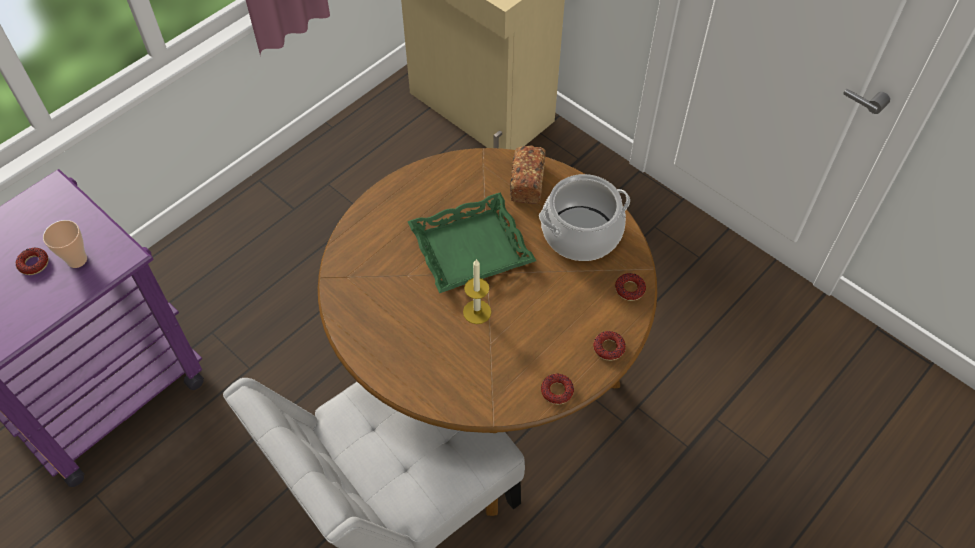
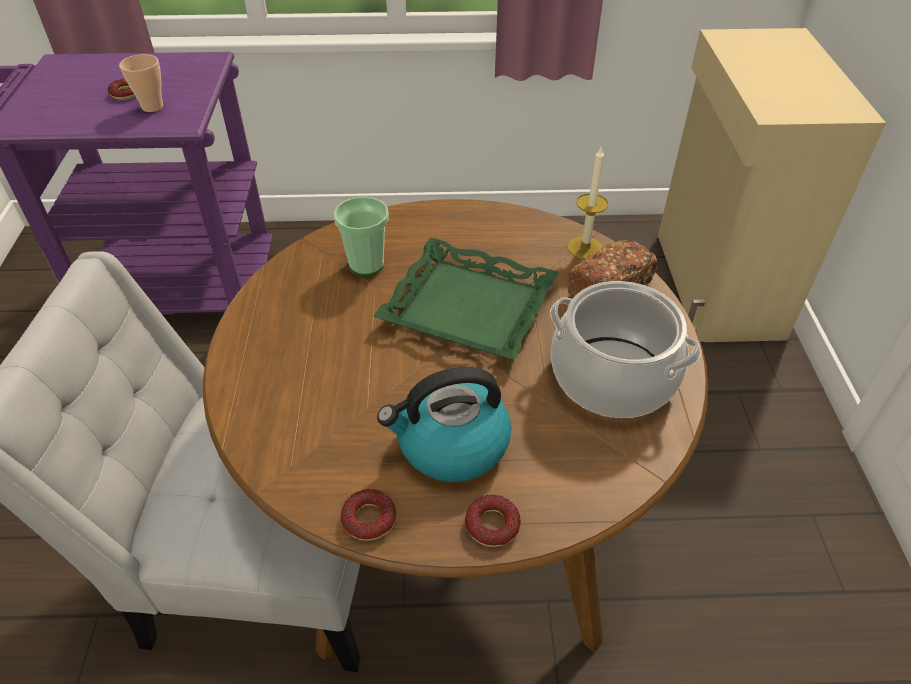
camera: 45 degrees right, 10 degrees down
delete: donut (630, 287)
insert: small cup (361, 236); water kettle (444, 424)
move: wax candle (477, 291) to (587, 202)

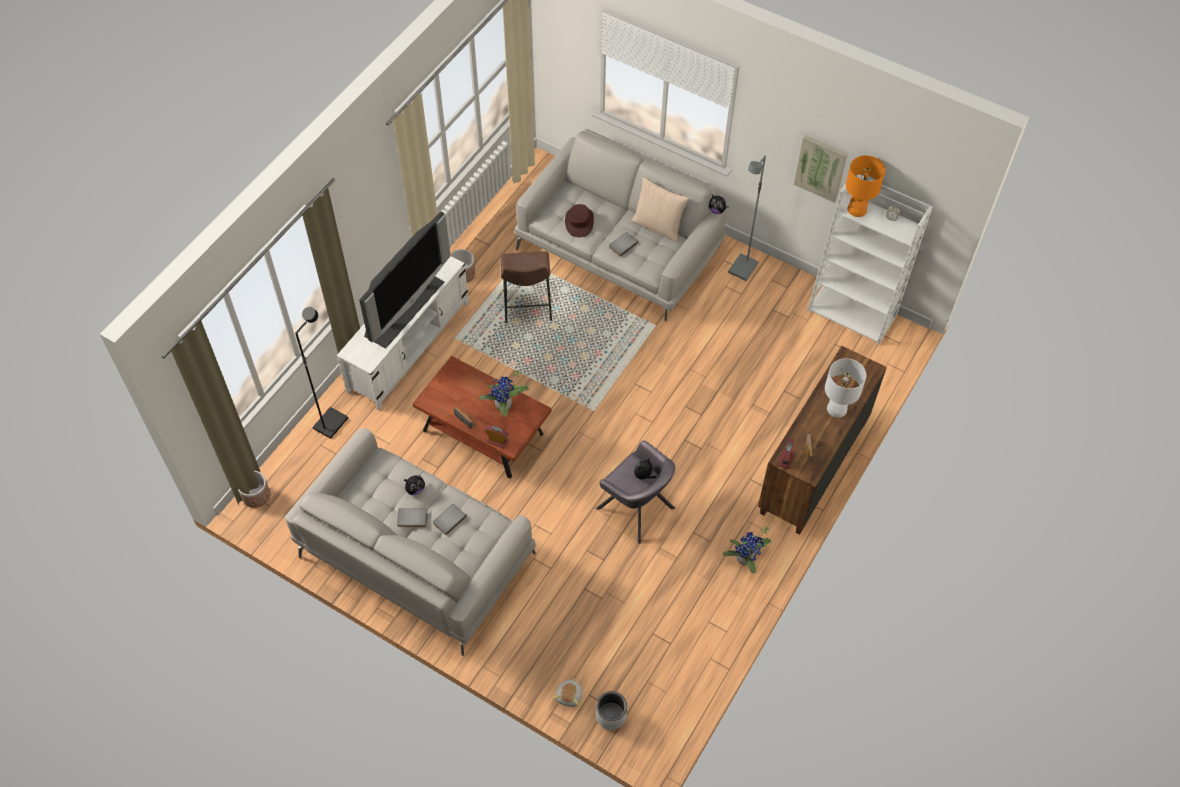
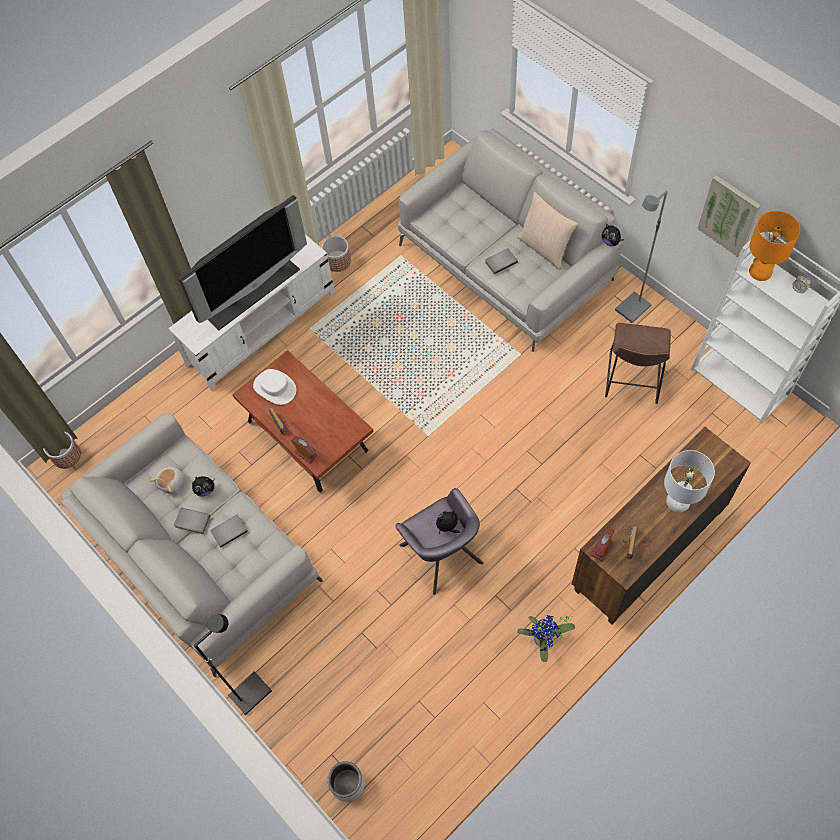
camera: 20 degrees right, 5 degrees up
delete: plant in a pot (504, 393); hat/brownish (579, 220)
insert: hat/white (274, 387)
move: standing lamp/black (321, 373) to (233, 664); stool seat/brownish (526, 287) to (638, 363); cuddly toy (568, 692) to (167, 480)

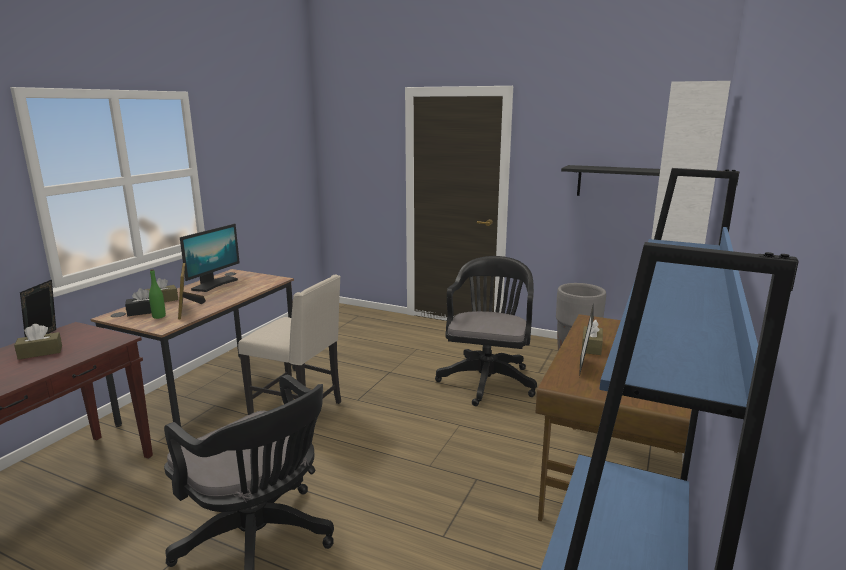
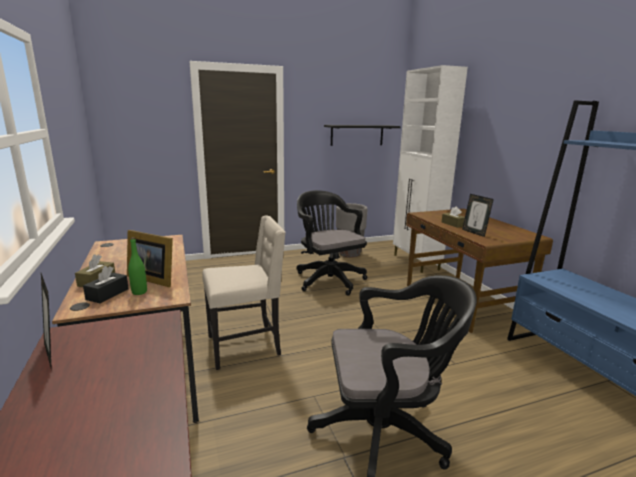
camera: 45 degrees left, 0 degrees up
delete: box of tissues/brownish (38, 342); monitor (210, 258)

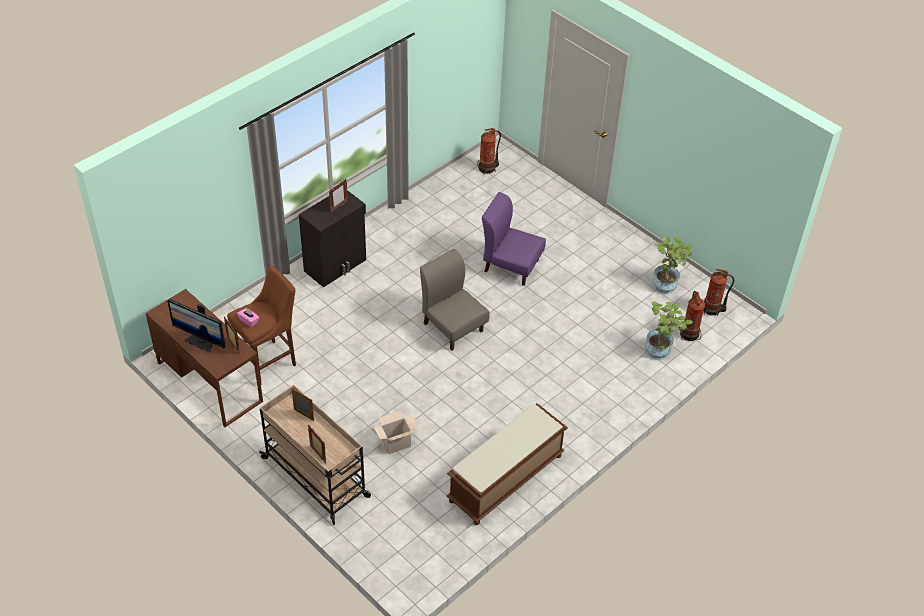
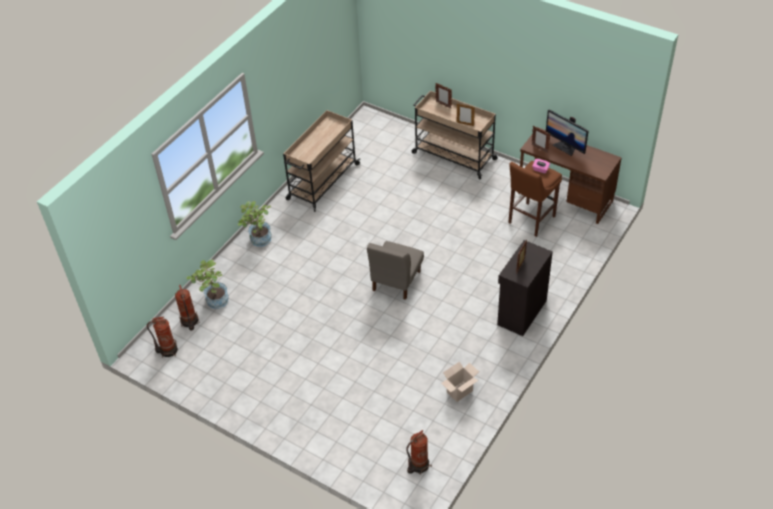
camera: 170 degrees right, 0 degrees up
delete: chair/purplish (514, 239)
move: carton (396, 432) to (460, 381); plant in a pot (672, 265) to (255, 224)
replace: bench/brownish (507, 464) to cart/beige (322, 161)
rotate: monitor (196, 325) = (567, 133) 150 degrees counterclockwise; chair/grey (454, 299) = (395, 270) 75 degrees clockwise

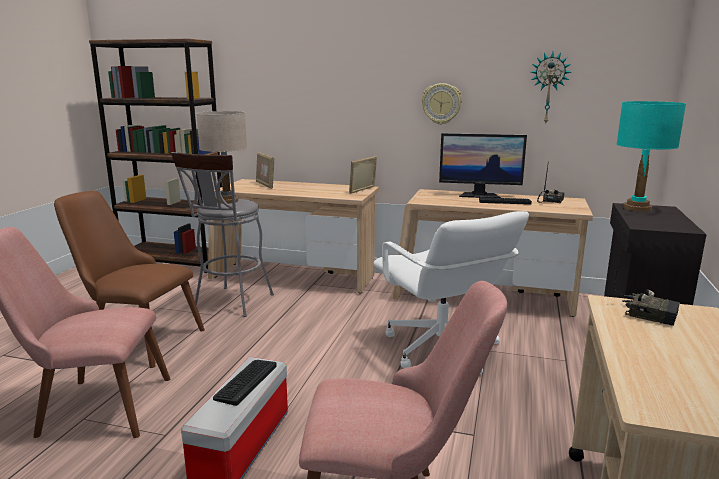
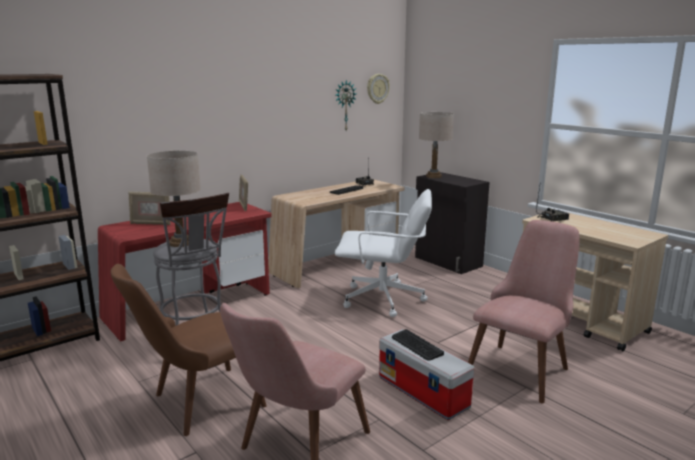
camera: 55 degrees left, 0 degrees up
delete: monitor (483, 165)
move: hanging clock (442, 104) to (378, 89)
recolor: desk table/beige (293, 236) to desk table/red (185, 272); table lamp/turquoise (651, 156) to table lamp/beige (436, 145)

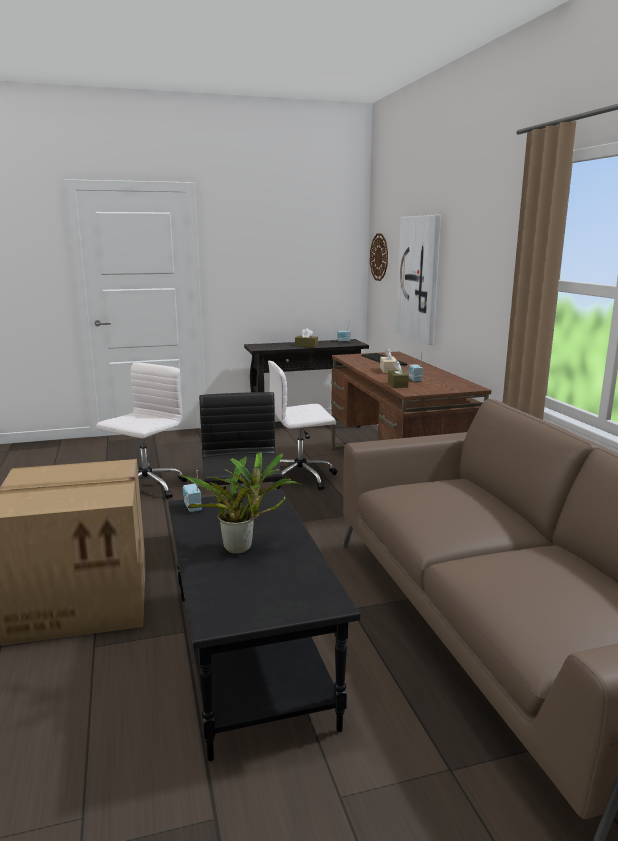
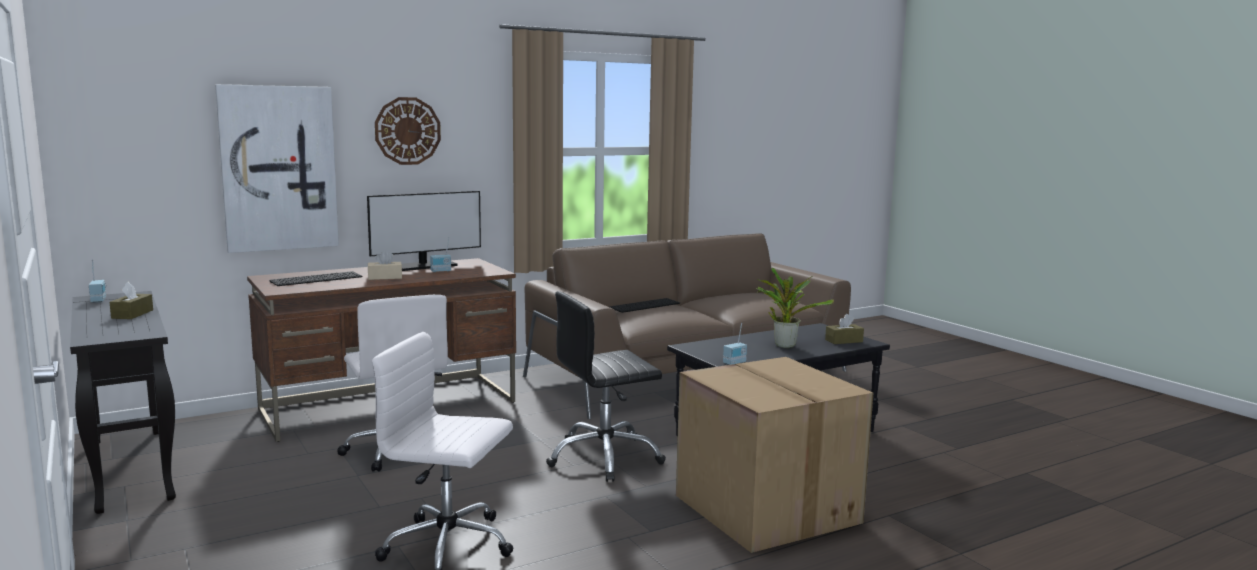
camera: 105 degrees left, 5 degrees down
insert: monitor (424, 231); PC keyboard (644, 305)
move: hanging clock (379, 257) to (408, 131); box of tissues/brownish (398, 374) to (844, 329)

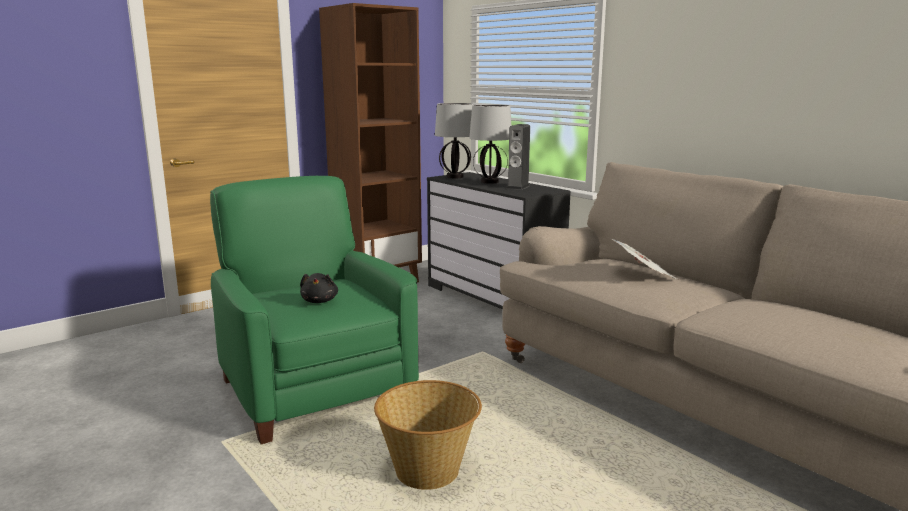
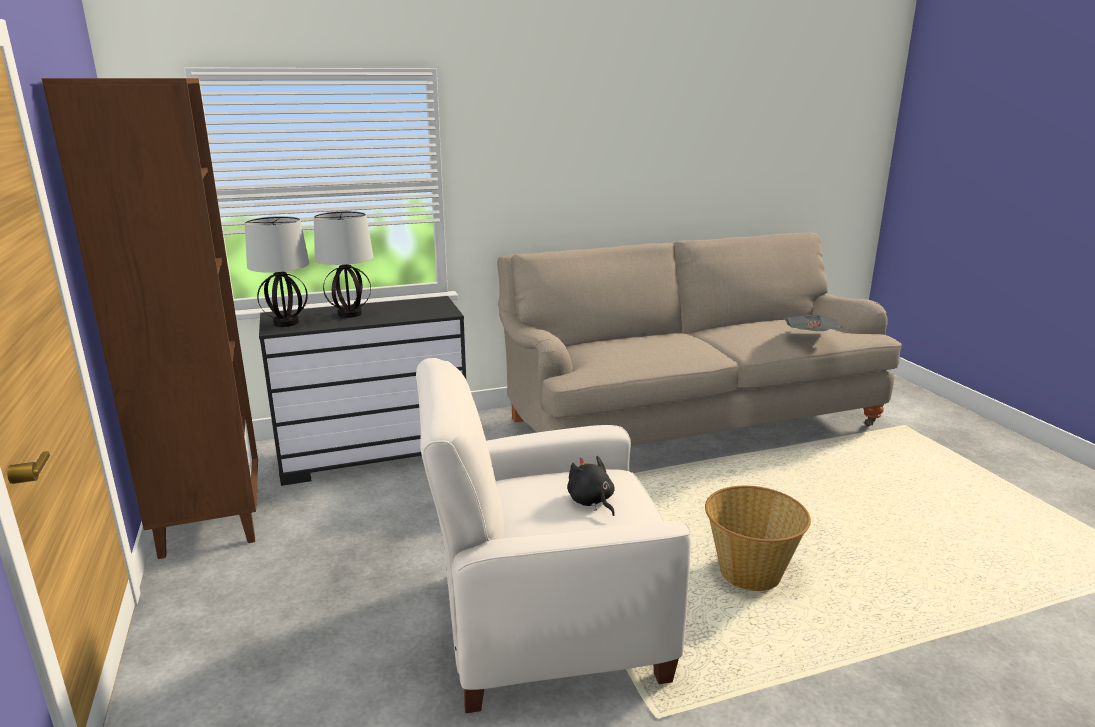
camera: 70 degrees left, 5 degrees up
delete: speaker (518, 157)
move: daily paper (644, 259) to (813, 323)
recolor: easy chair/greenish (314, 310) to easy chair/white (553, 535)
rotate: cuddly toy/black (319, 288) = (591, 486) 135 degrees counterclockwise

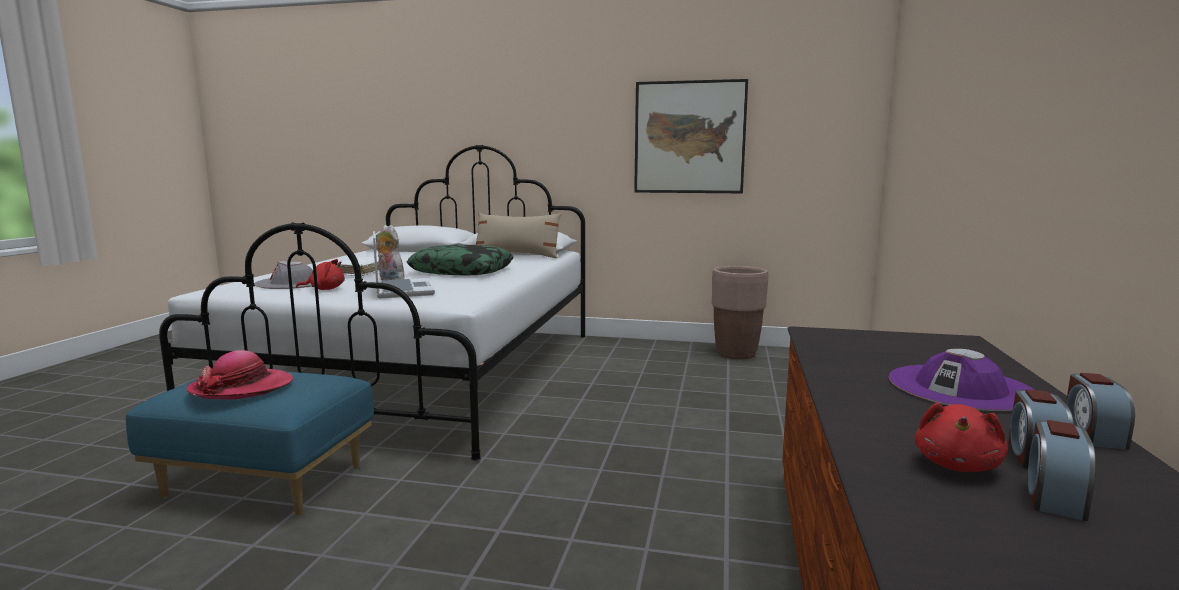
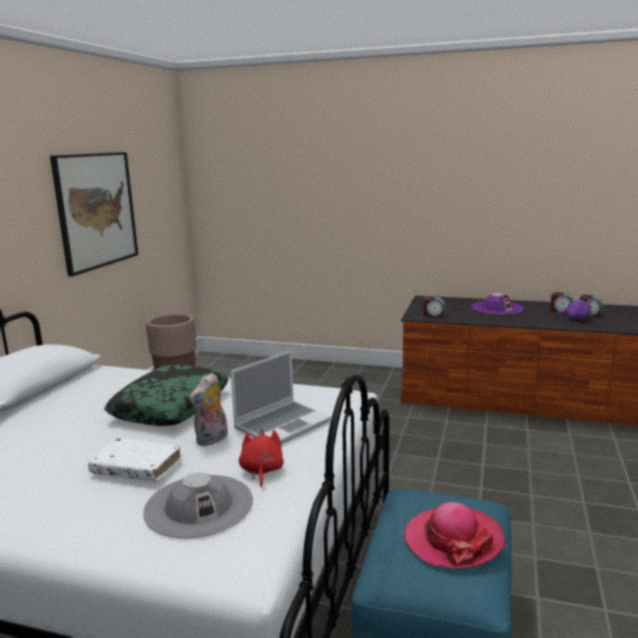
camera: 85 degrees left, 5 degrees up
delete: throw pillow/beige (518, 235)
move: bedside clock (1100, 411) to (434, 306)
recolor: cuddly toy/red (961, 437) to cuddly toy/purplish (573, 309)
rotate: portable computer (404, 265) = (280, 397) 150 degrees clockwise

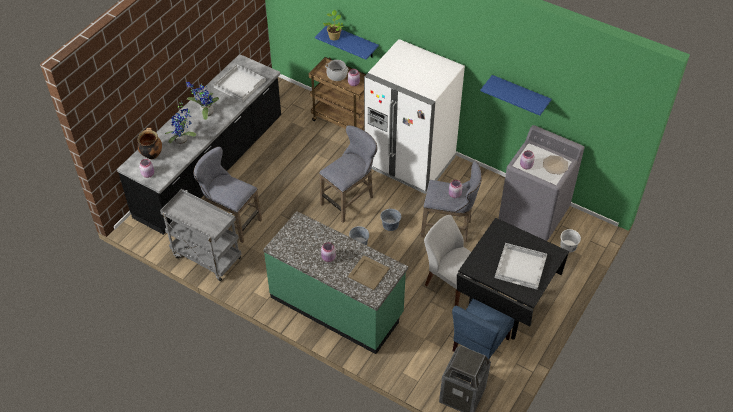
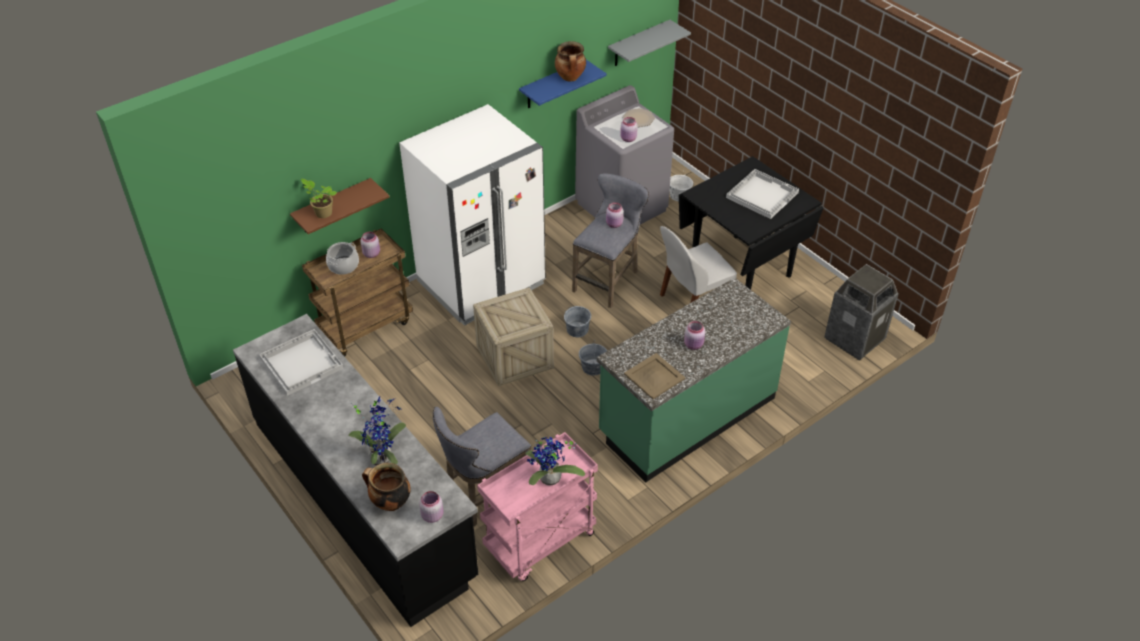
camera: 70 degrees left, 5 degrees down
delete: chair/blue-coloured (483, 329)
insert: cooking pot (570, 61); wall shelf/grey (649, 43)
move: plant in a pot (202, 101) to (555, 461); serving tray/beige (369, 272) to (654, 376)
replace: stool seat/grey (348, 174) to shipping crate (513, 336)
recolor: cart/grey (201, 235) to cart/pink (537, 506); wall shelf/blue-coloured (347, 43) to wall shelf/brownish (340, 206)

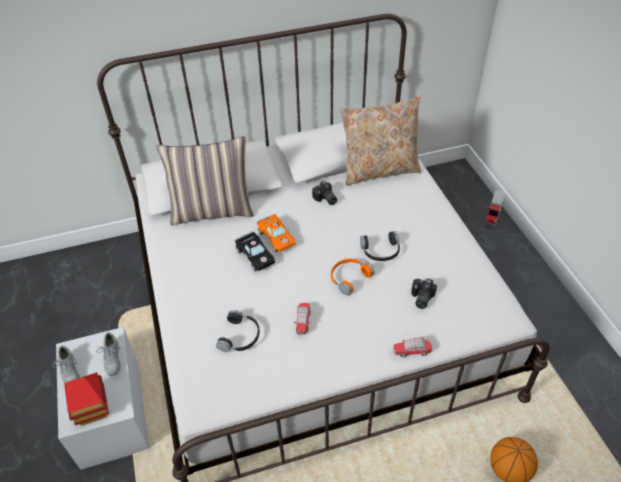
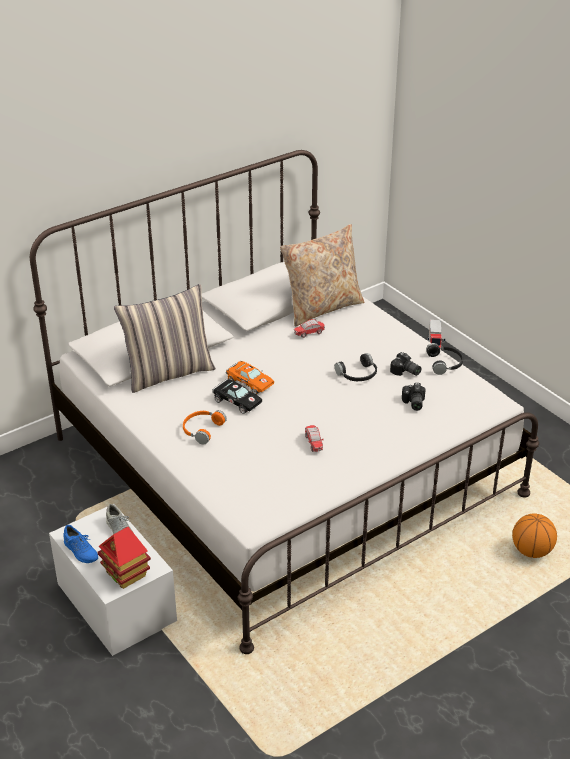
camera: 20 degrees left, 10 degrees down
move: pair of headphones/black (238, 331) to (444, 359); photo camera (324, 193) to (405, 364); pair of headphones/orangey (353, 277) to (205, 427); miniature car (412, 347) to (309, 328)
recolor: low shoe/grey (66, 364) to low shoe/blue-coloured (81, 544)

